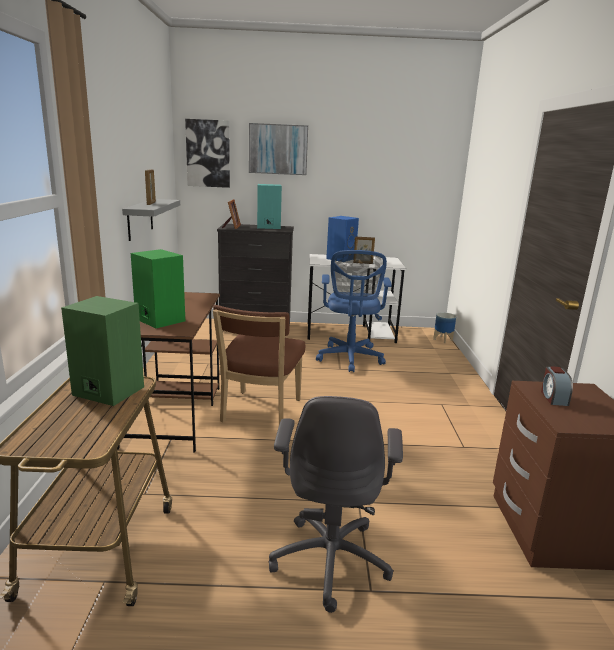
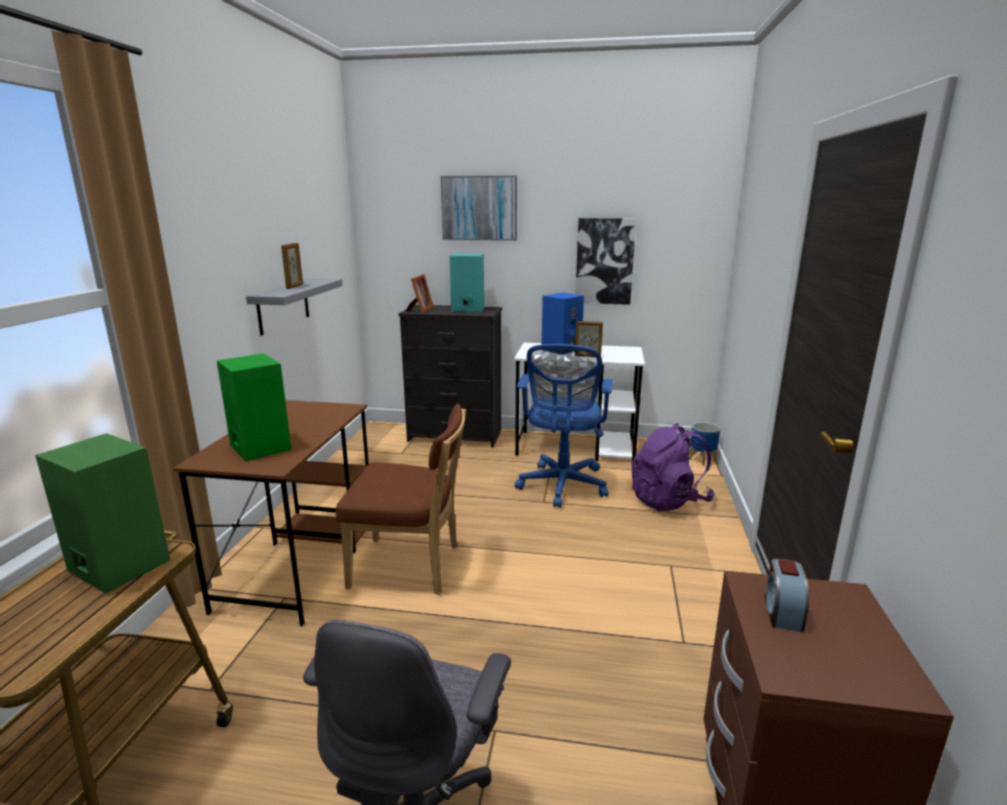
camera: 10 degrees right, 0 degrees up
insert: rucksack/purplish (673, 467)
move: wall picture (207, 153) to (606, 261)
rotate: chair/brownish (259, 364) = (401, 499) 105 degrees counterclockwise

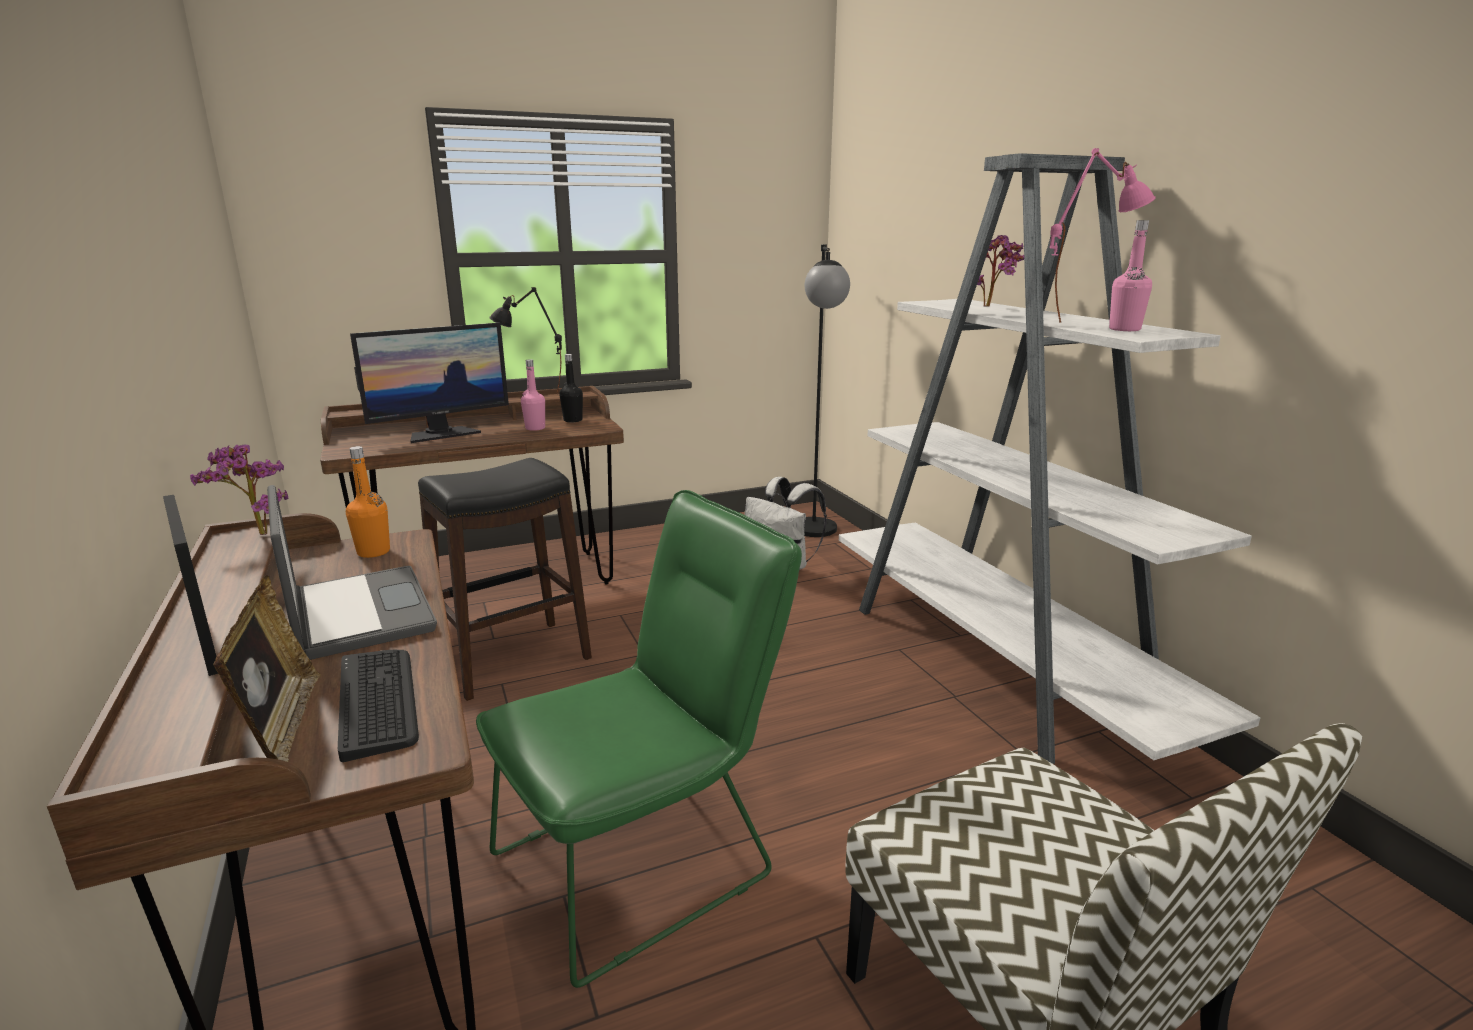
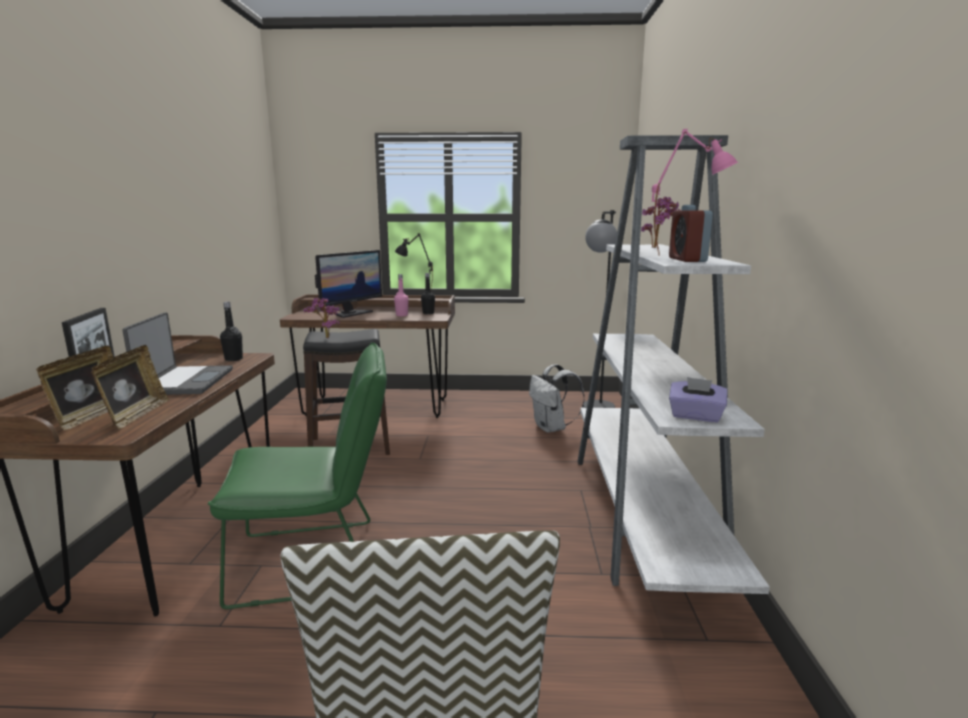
camera: 25 degrees right, 5 degrees down
insert: box of tissues/purplish (698, 400)
move: plant in a pot (239, 489) to (321, 318)
replace: PC keyboard (378, 706) to photo frame (130, 387); beverage bottle/pink (1130, 275) to bedside clock (691, 233)
recolor: beverage bottle/orangey (368, 502) to beverage bottle/black (231, 331)
rotate: monitor (429, 383) = (348, 284) 45 degrees counterclockwise

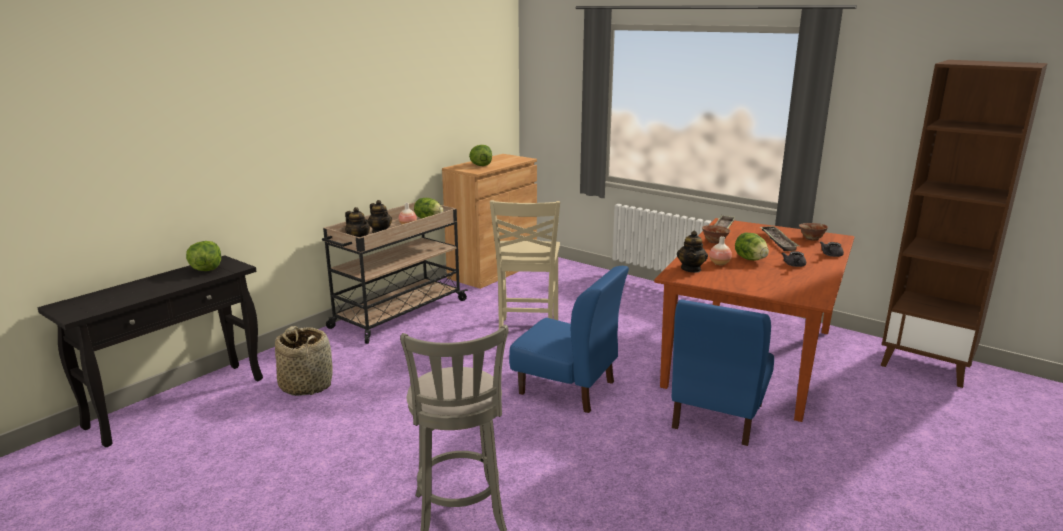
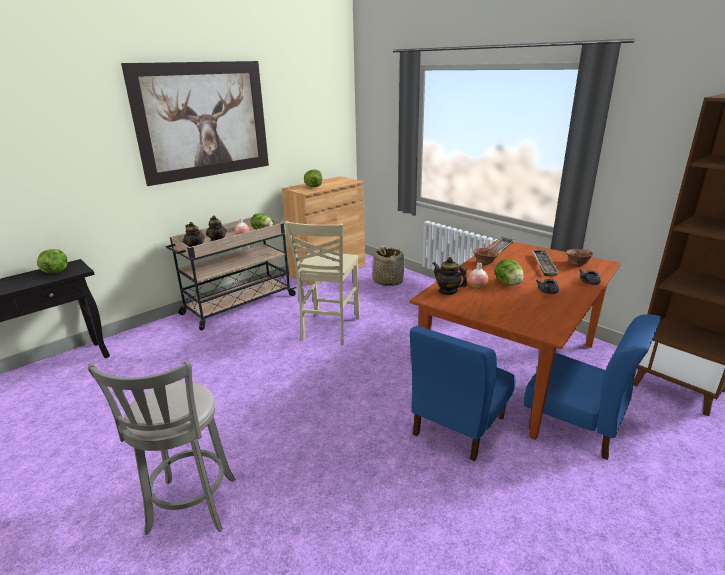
camera: 10 degrees right, 5 degrees up
insert: wall picture (195, 123)
move: storage basket (304, 361) to (389, 266); chair/blue-coloured (569, 339) to (593, 387)
rotate: pot for tea (692, 252) = (450, 276) 105 degrees clockwise

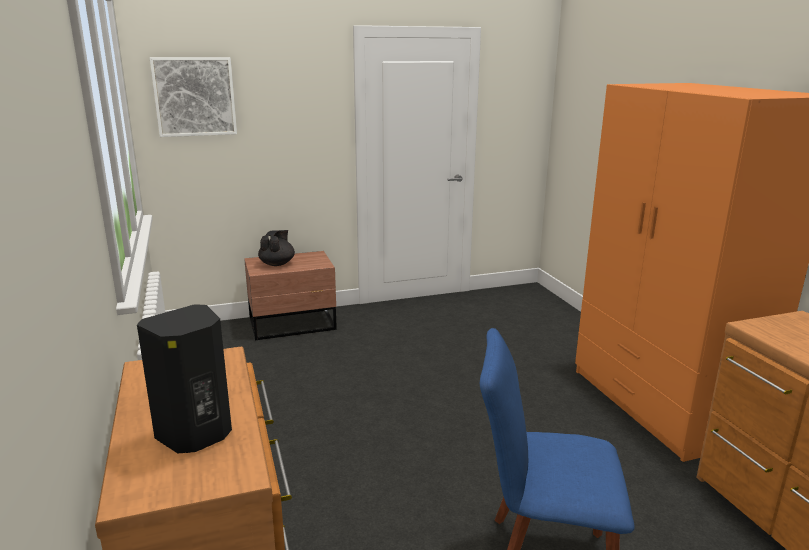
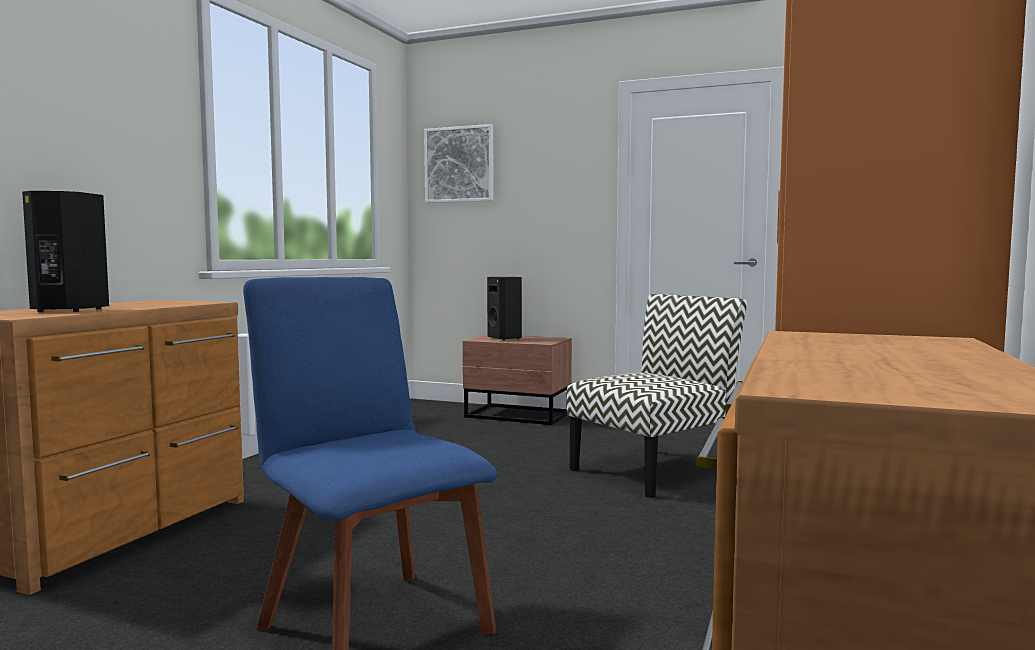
camera: 40 degrees right, 15 degrees down
insert: chair (656, 396)
replace: pot for tea/black (276, 248) to speaker/black (504, 309)

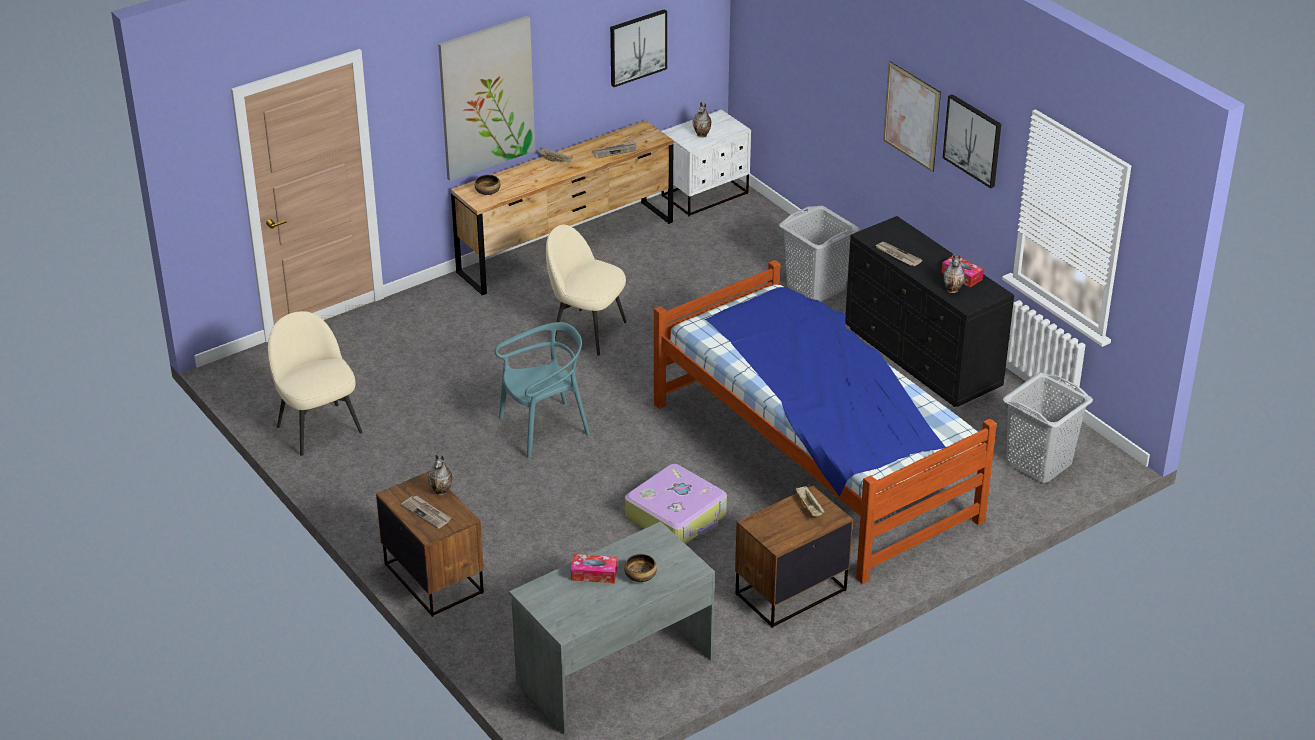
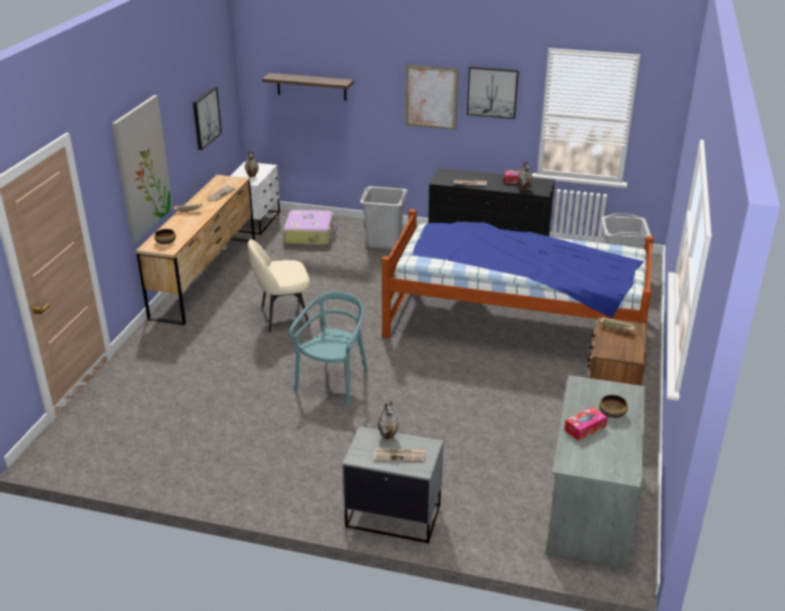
camera: 40 degrees left, 5 degrees down
delete: chair/beige (315, 383)
insert: wall shelf (308, 87)
move: piece of luggage (676, 504) to (310, 227)
recolor: nightstand/brownish (430, 544) to nightstand/grey (393, 485)

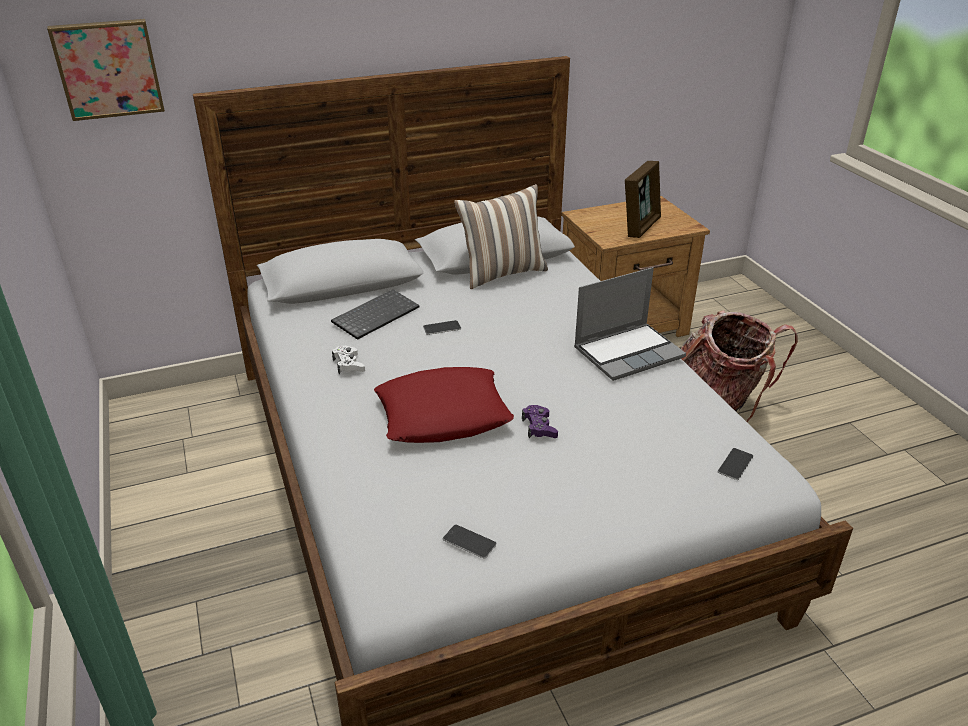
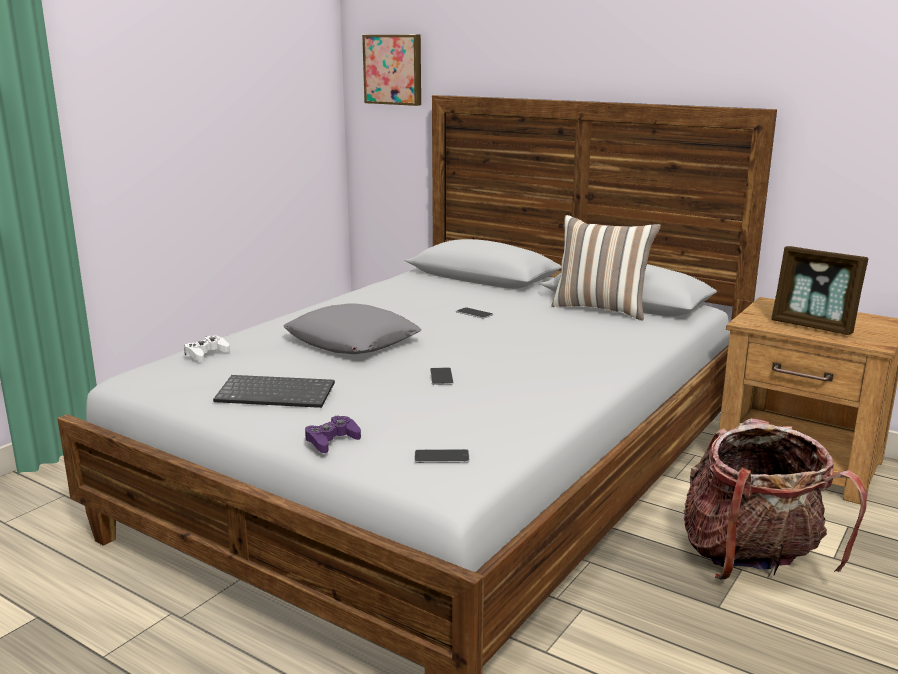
camera: 55 degrees right, 15 degrees down
delete: portable computer (630, 324)
move: PC keyboard (375, 314) to (274, 391); joypad/white (348, 359) to (207, 349); telephone (470, 541) to (442, 376); joypad/purplish (540, 421) to (333, 434)
recolor: throw pillow/red (444, 405) to throw pillow/grey (352, 328)
rotate: photo frame (643, 199) = (819, 290) 45 degrees clockwise

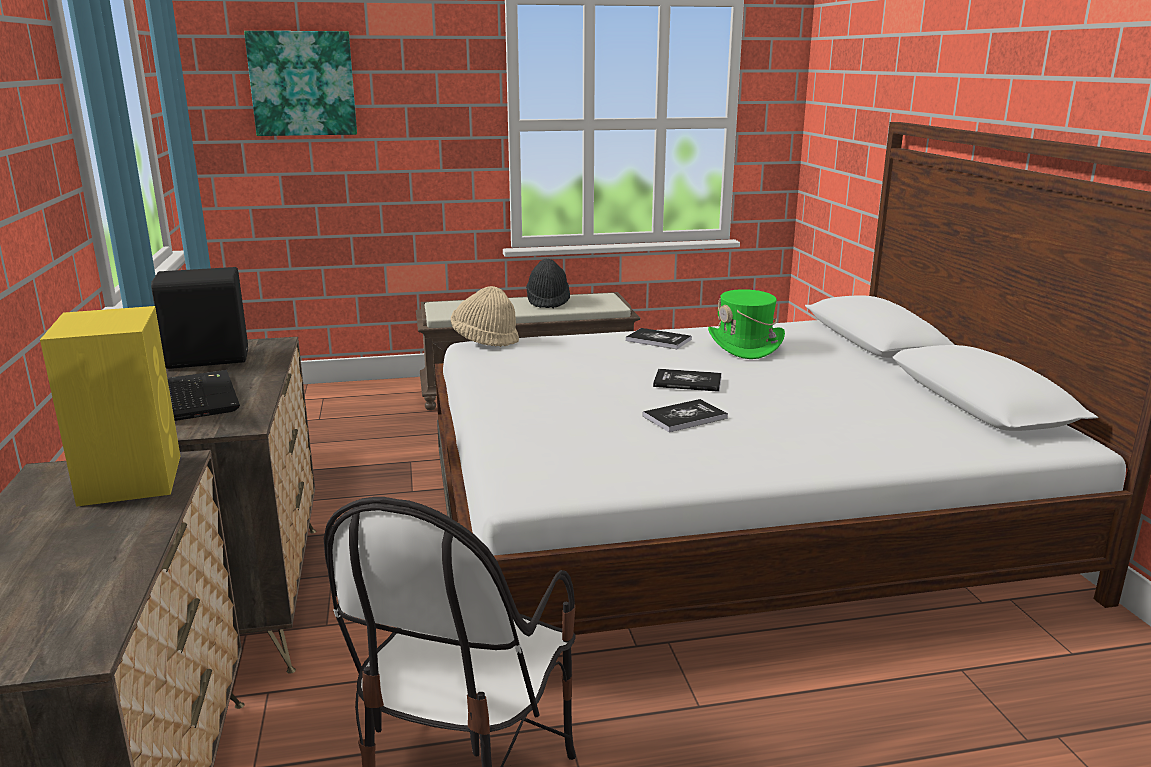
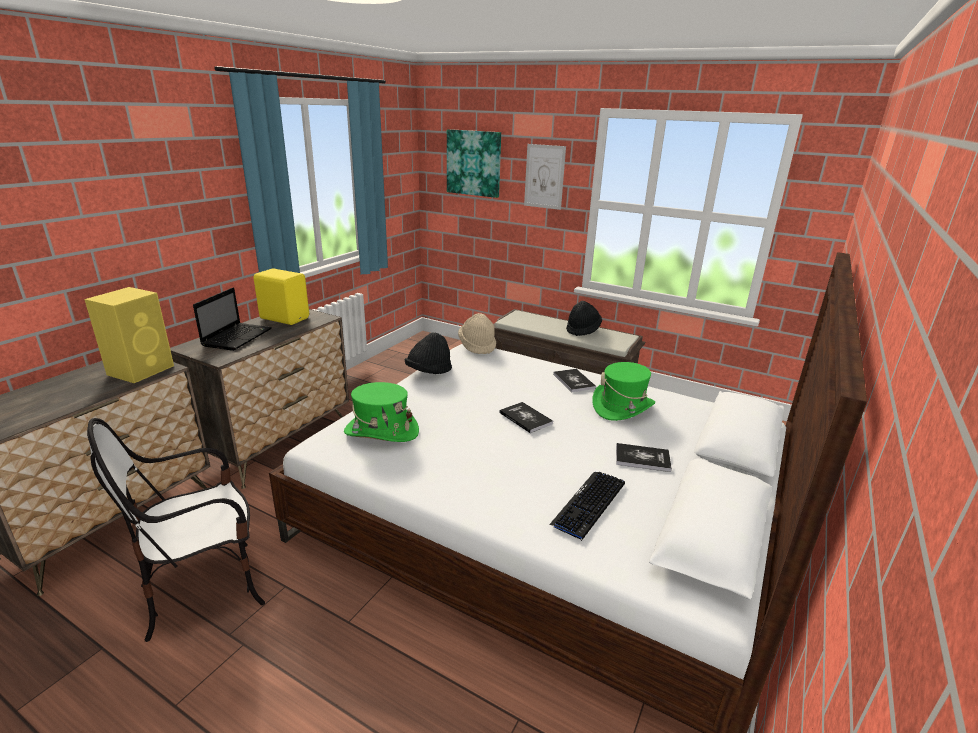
camera: 40 degrees right, 5 degrees up
insert: hat/greenish (381, 412); hat/black (428, 353); wall picture (545, 177); PC keyboard (587, 506)
move: volume (685, 415) to (644, 457)
recolor: speaker/black (199, 318) to speaker/yellowish (281, 296)

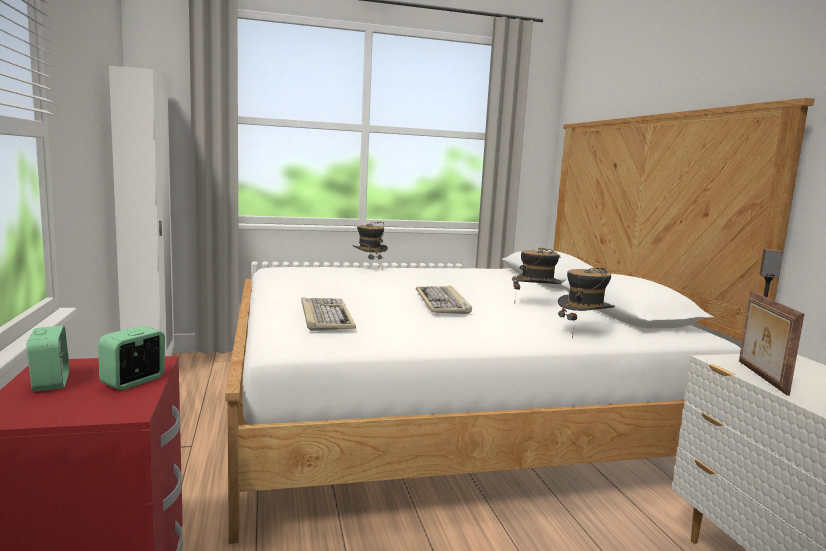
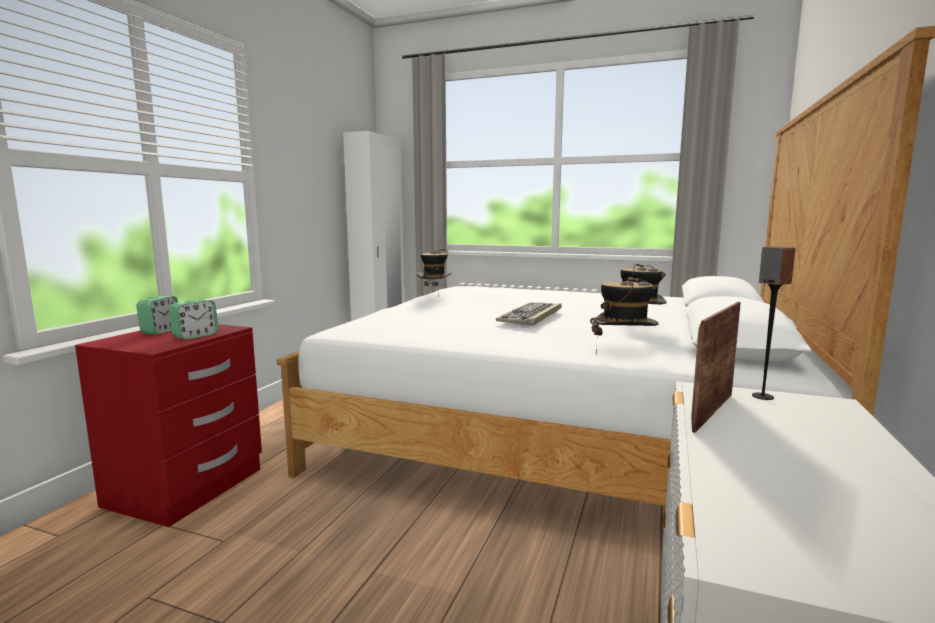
camera: 35 degrees right, 0 degrees up
delete: PC keyboard (328, 314)
move: hat (370, 246) to (434, 272)
rotate: bedside clock (131, 358) = (193, 319) 150 degrees clockwise

